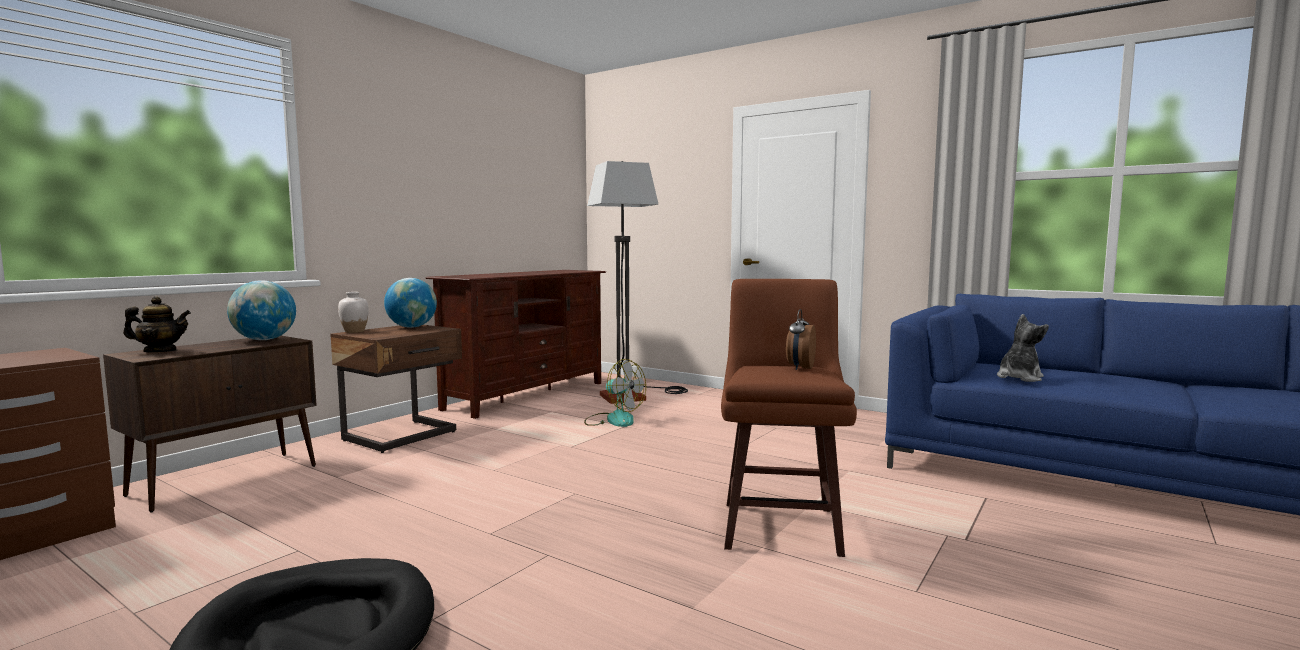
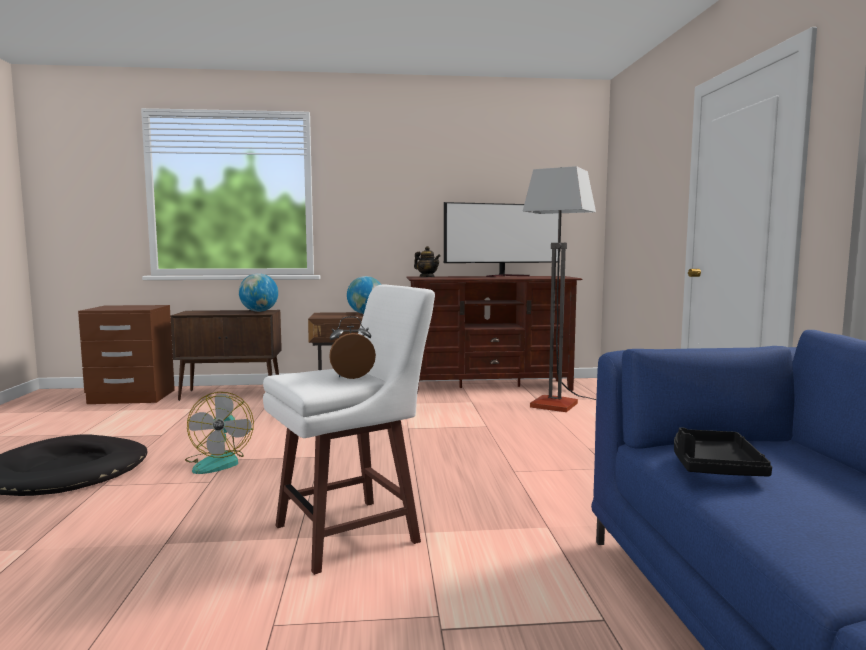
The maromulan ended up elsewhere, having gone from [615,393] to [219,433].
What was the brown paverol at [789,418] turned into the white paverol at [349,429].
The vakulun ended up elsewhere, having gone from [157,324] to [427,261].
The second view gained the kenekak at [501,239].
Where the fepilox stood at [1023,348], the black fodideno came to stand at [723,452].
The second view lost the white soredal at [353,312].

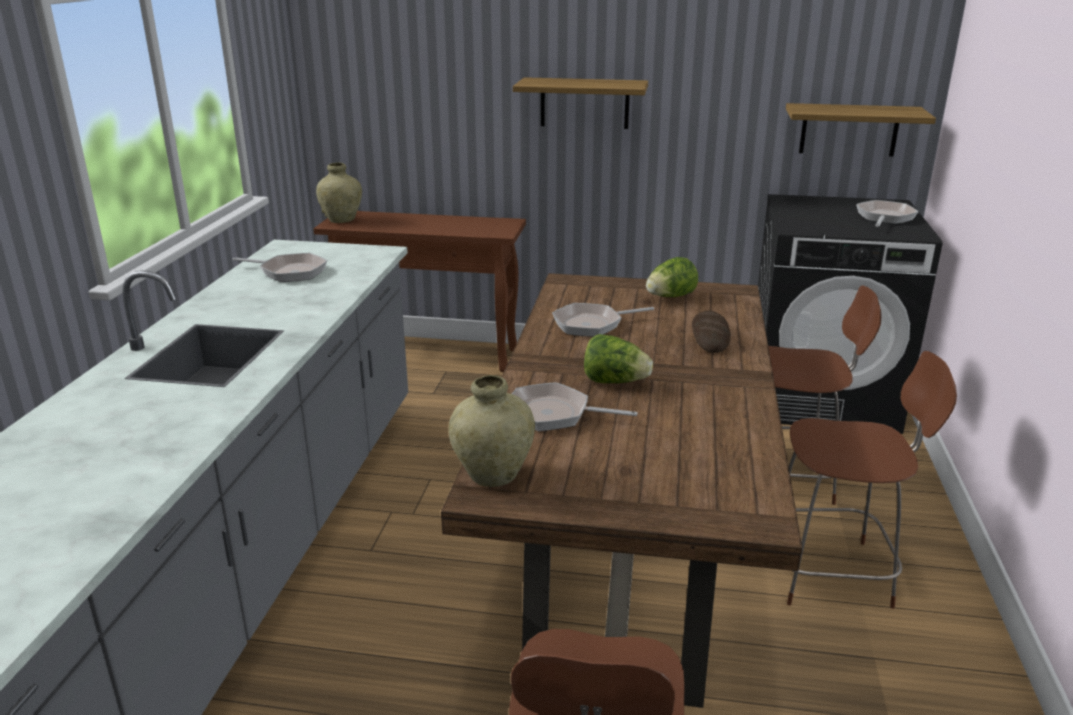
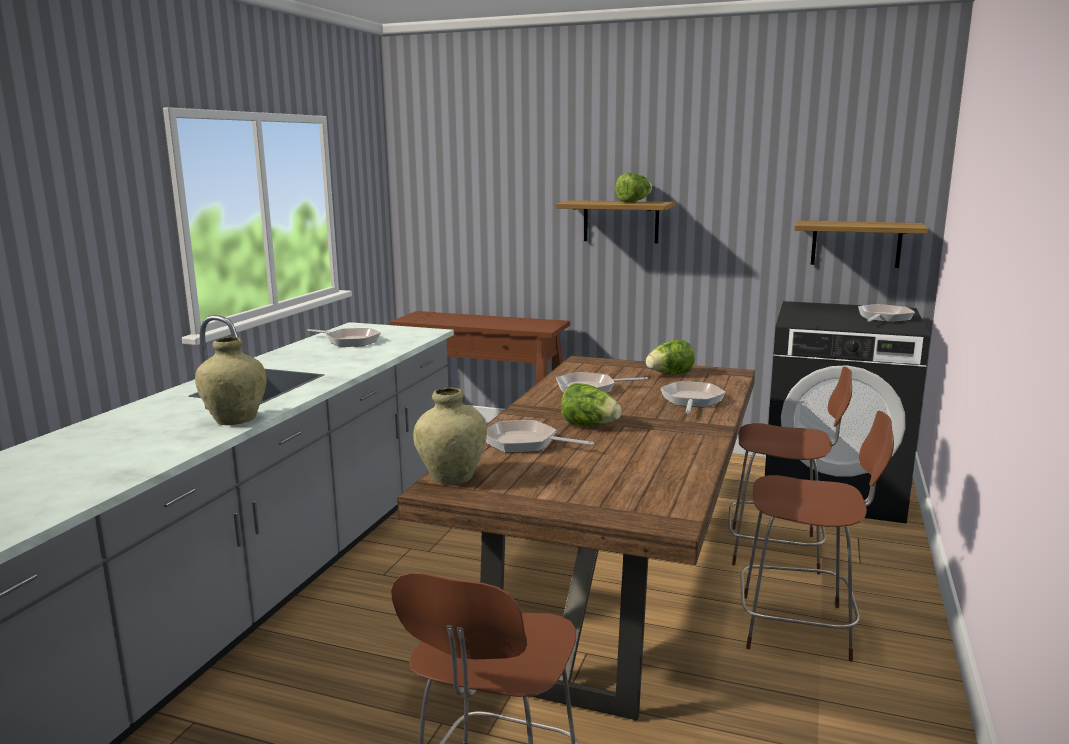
The beige soredal ended up elsewhere, having gone from [339,193] to [230,381].
The second view gained the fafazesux at [633,188].
Where the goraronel stood at [711,331], the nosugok came to stand at [693,397].

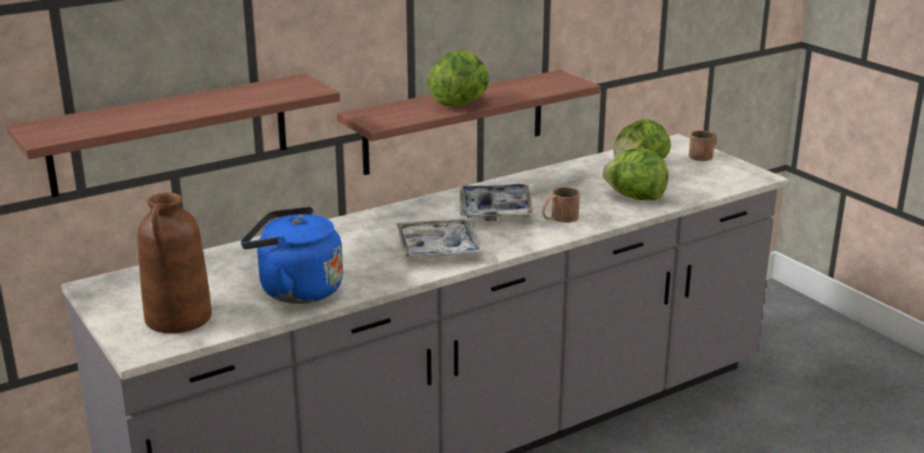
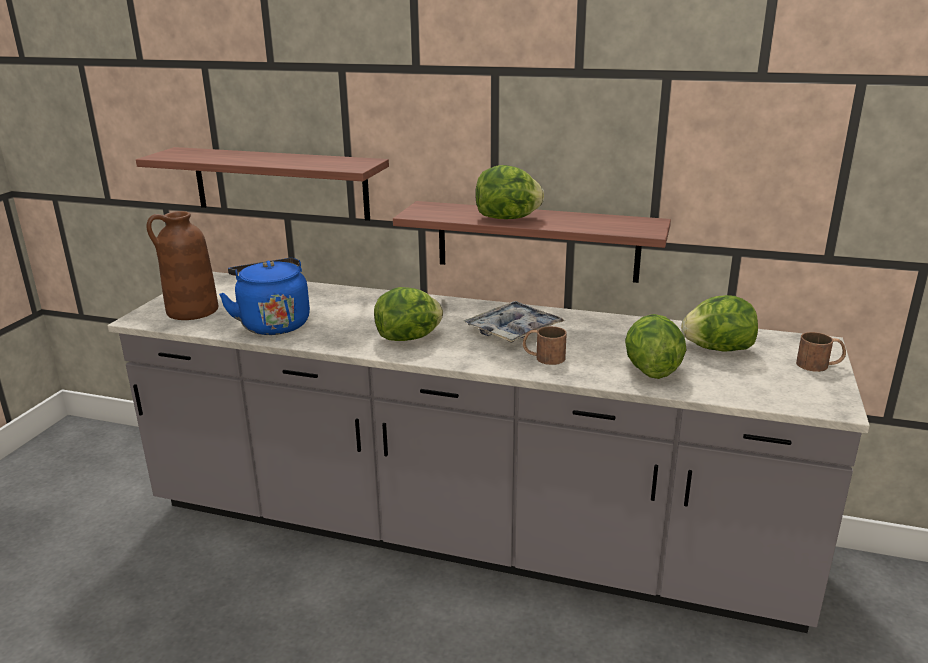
Where the fodideno stood at [440,238], the fafazesux came to stand at [408,314].

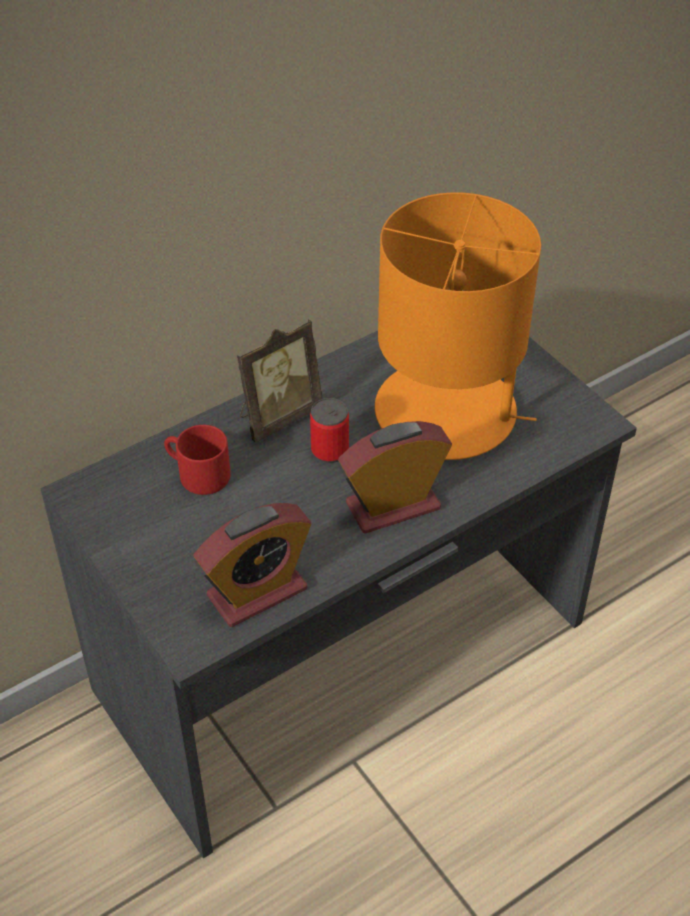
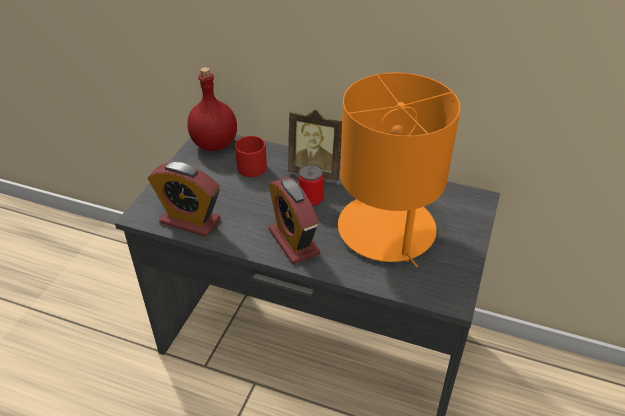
The second view gained the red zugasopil at [212,109].
The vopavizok at [395,477] ended up facing another way, 150 degrees counterclockwise from before.

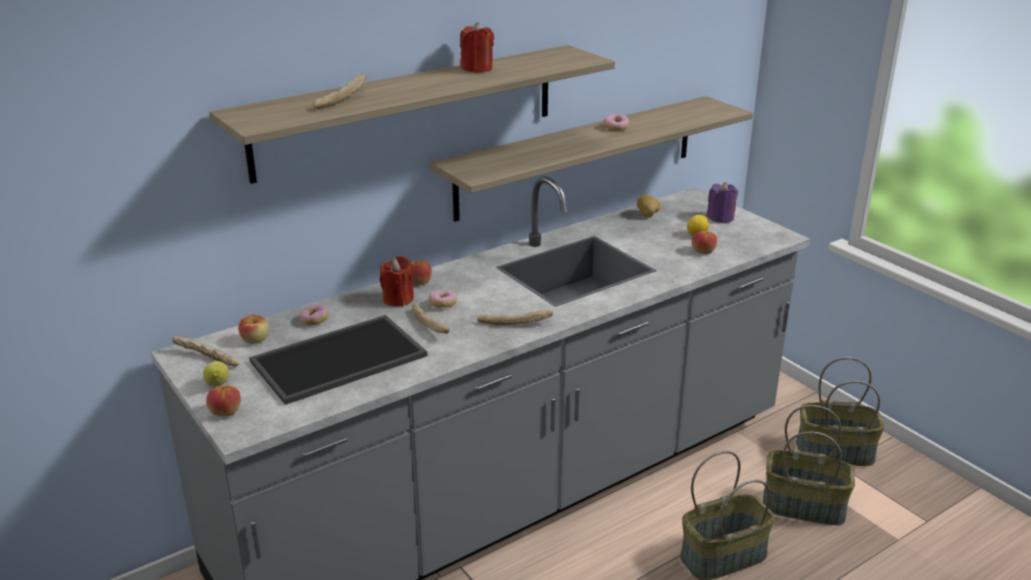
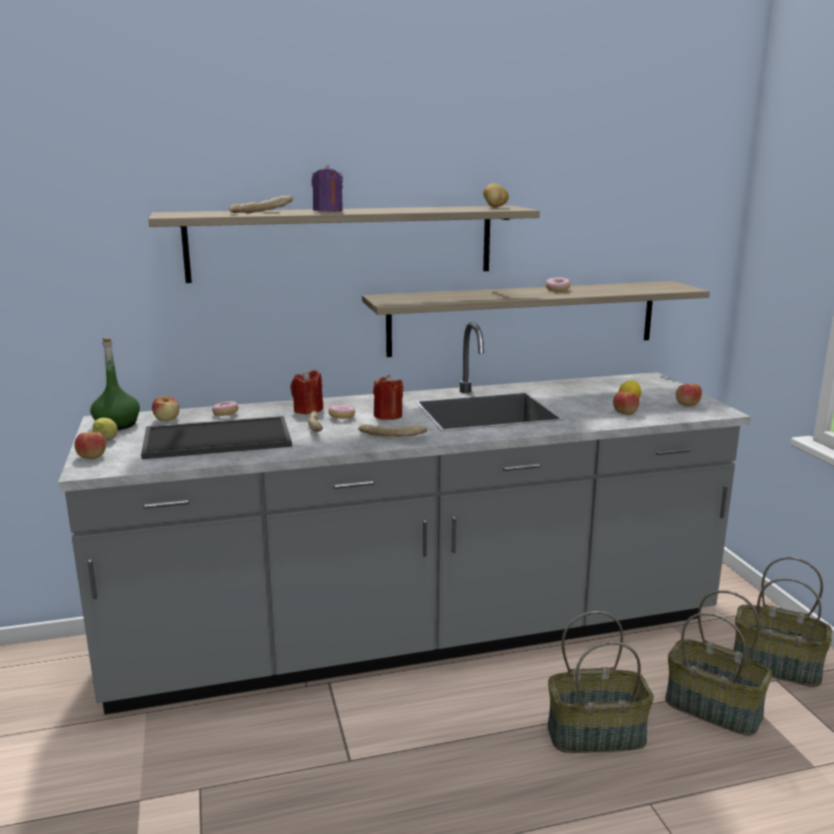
Where the goraronel stood at [205,351], the green zugasopil came to stand at [115,384].
The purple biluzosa ended up elsewhere, having gone from [722,202] to [327,188].
The red biluzosa ended up elsewhere, having gone from [477,47] to [388,397].
The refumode ended up elsewhere, having gone from [648,205] to [496,195].
The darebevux ended up elsewhere, having gone from [421,273] to [689,394].

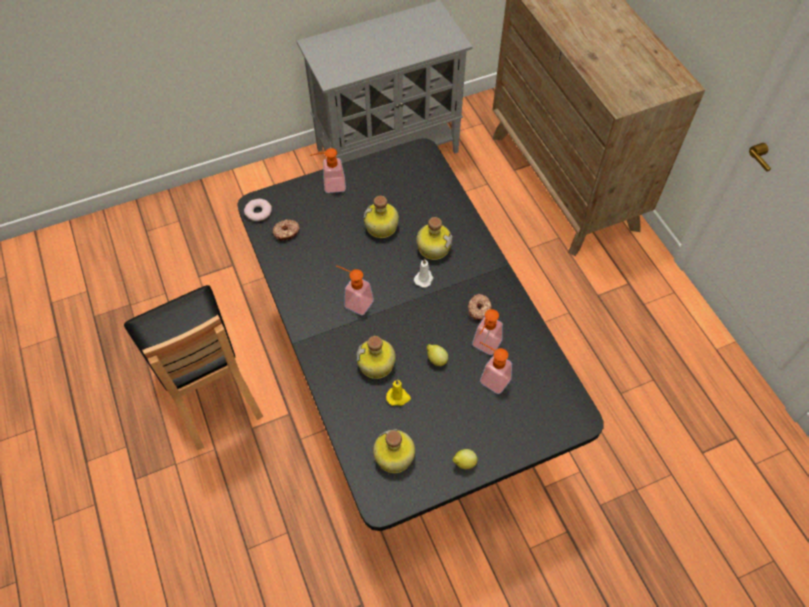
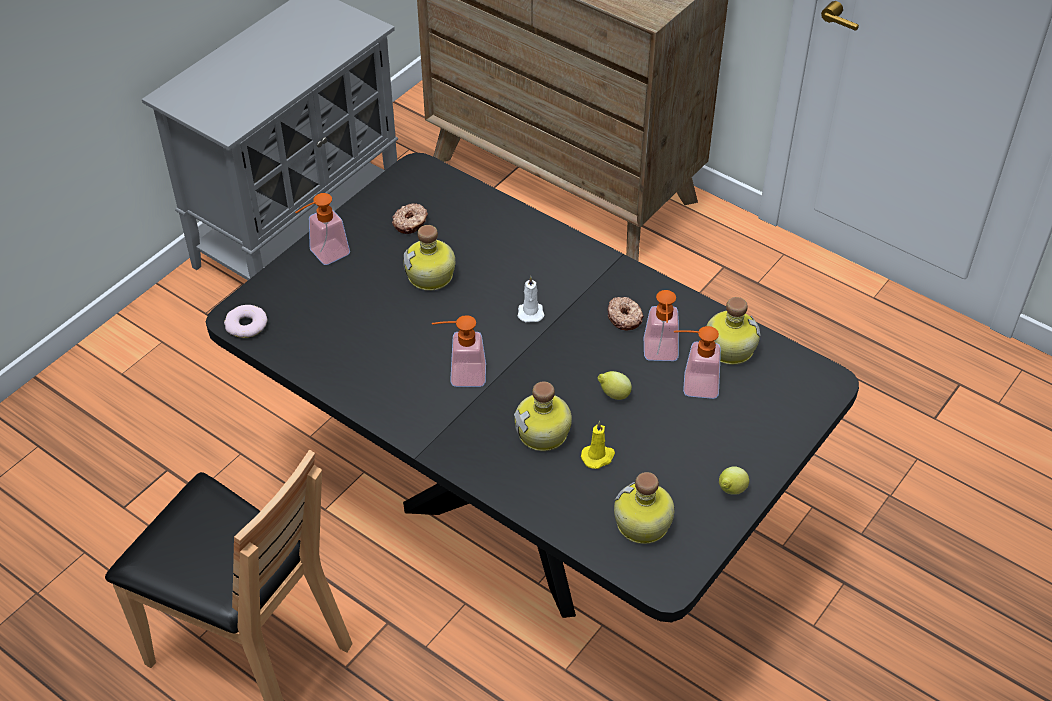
The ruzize ended up elsewhere, having gone from [286,230] to [410,218].
The zugasopil ended up elsewhere, having gone from [434,238] to [734,331].

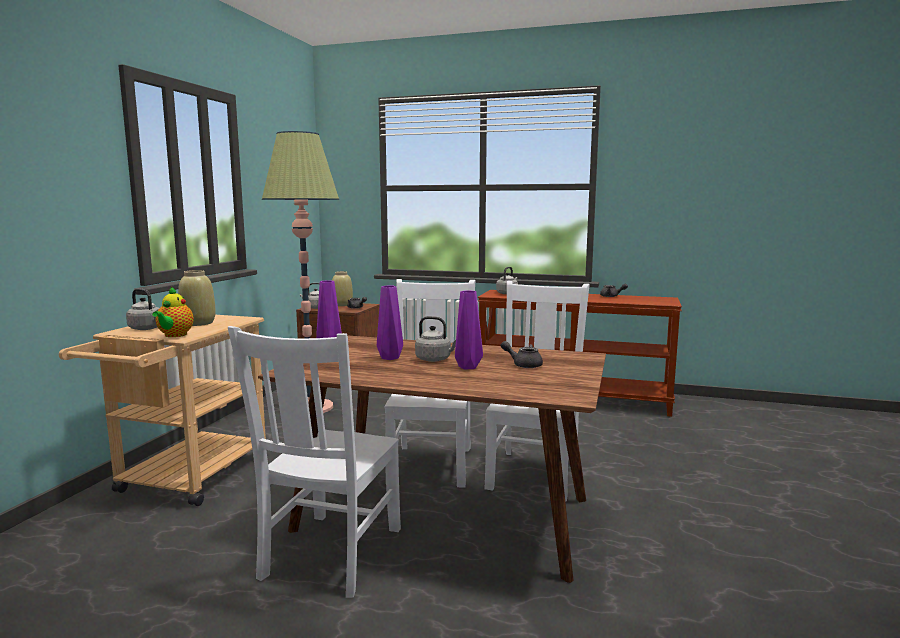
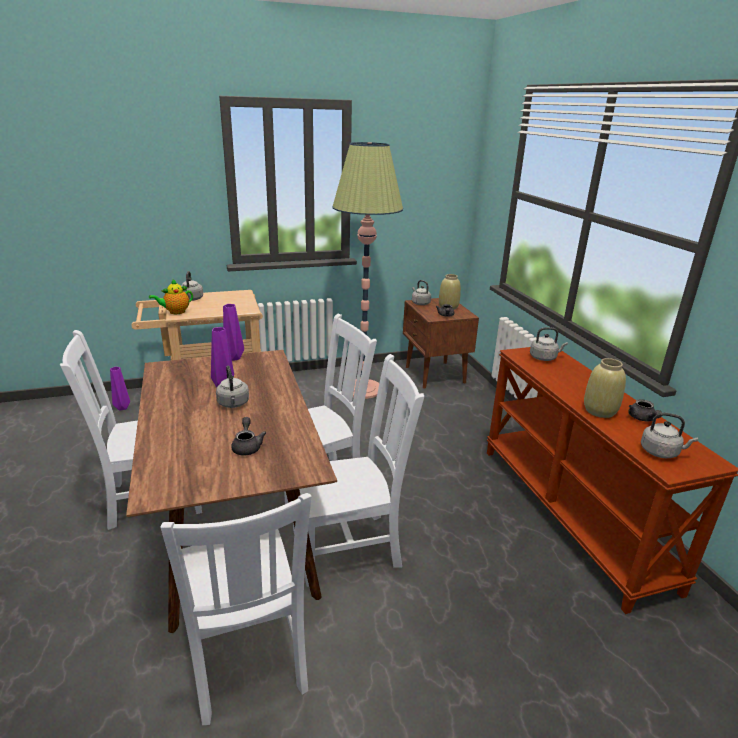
The purple soredal ended up elsewhere, having gone from [469,329] to [120,389].
The second view gained the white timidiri at [236,609].
The beige soredal ended up elsewhere, having gone from [197,298] to [605,388].
The second view gained the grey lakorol at [669,435].

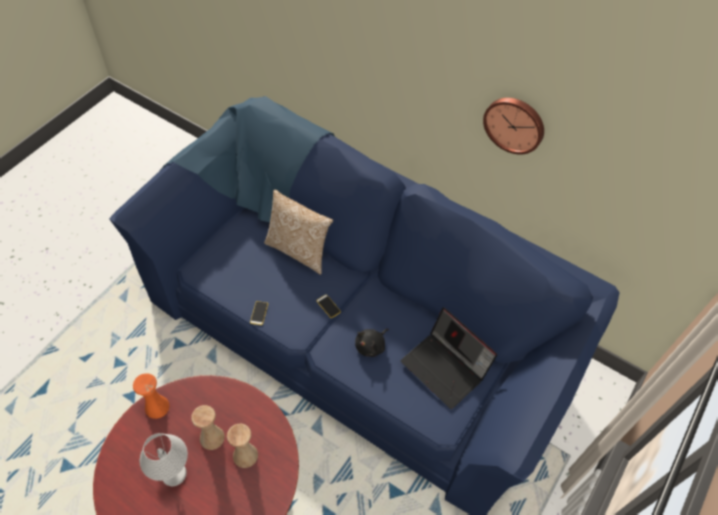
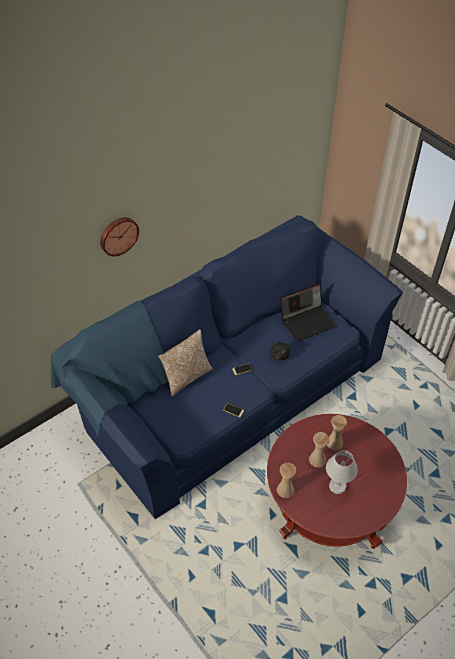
The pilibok ended up elsewhere, having gone from [513,126] to [119,236].
What was the orange soredal at [151,396] turned into the beige soredal at [286,480].

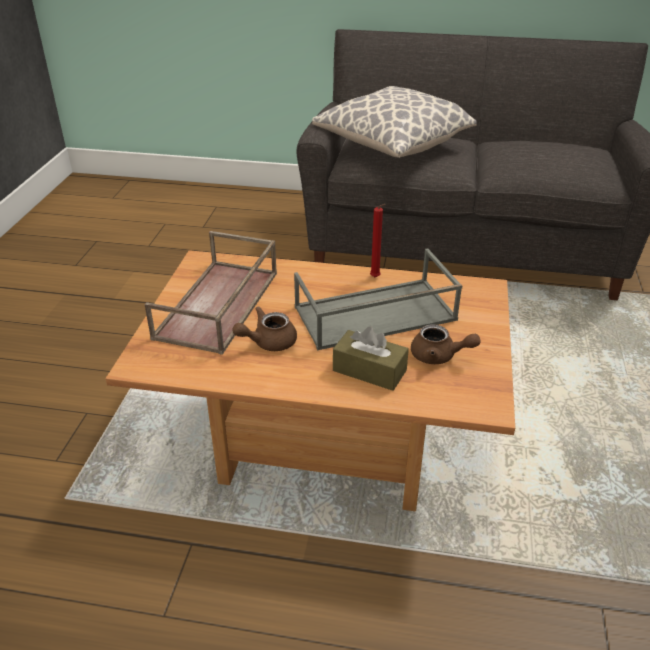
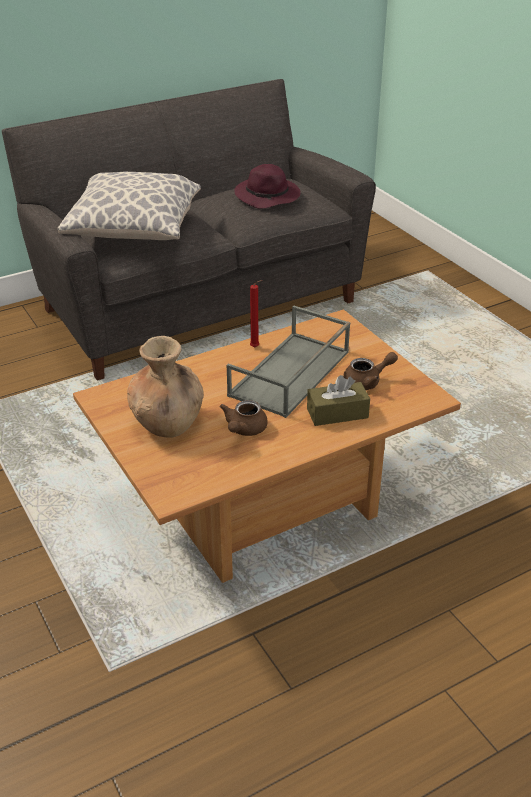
Where the brown fodideno stood at [210,293], the brown soredal came to stand at [165,387].
The second view gained the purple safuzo at [267,186].

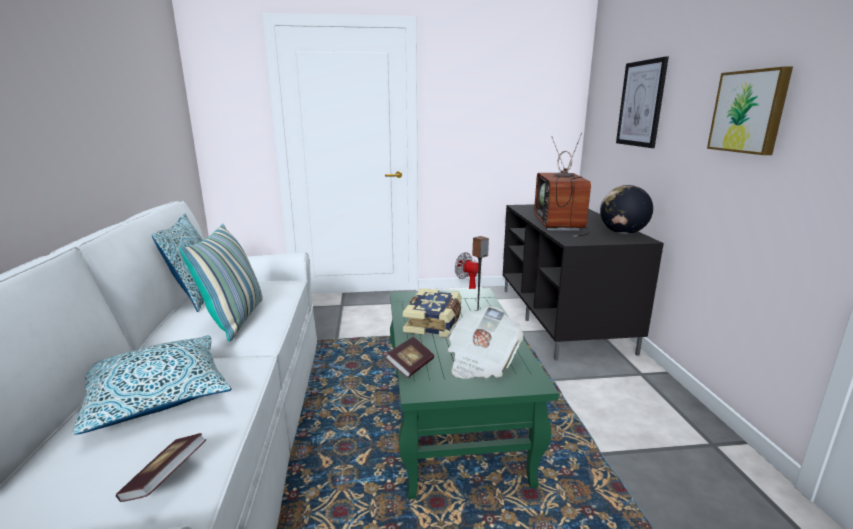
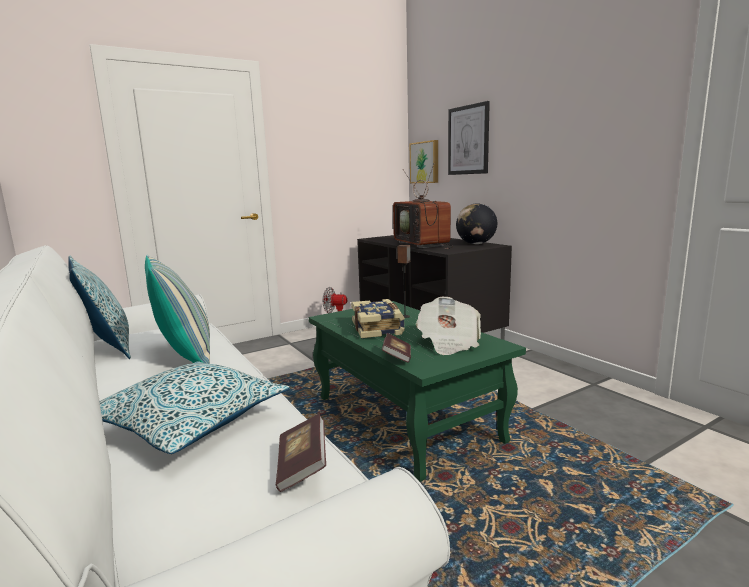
The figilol ended up elsewhere, having gone from [750,111] to [424,161].

